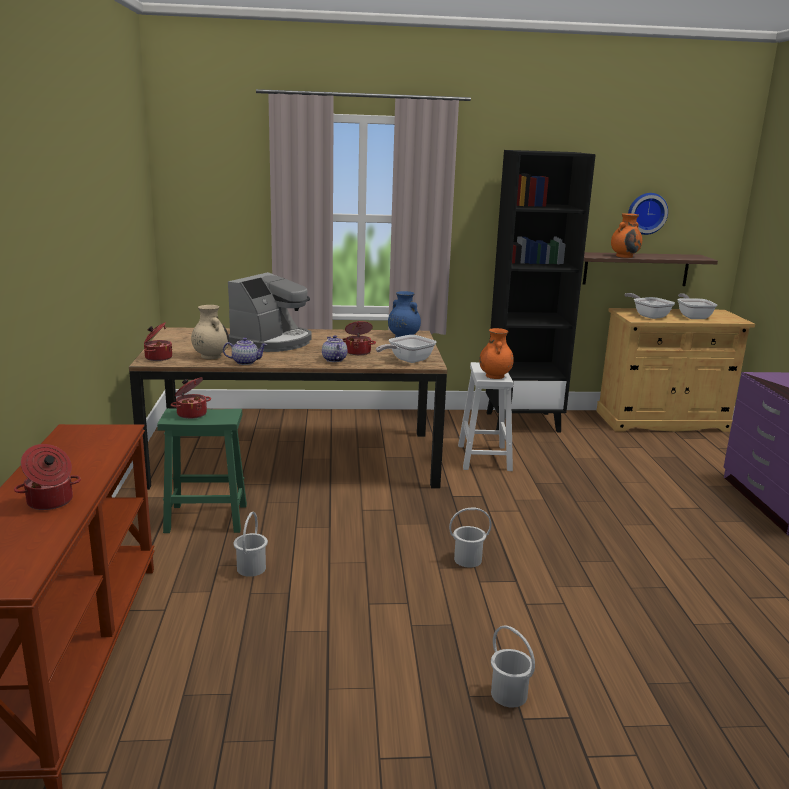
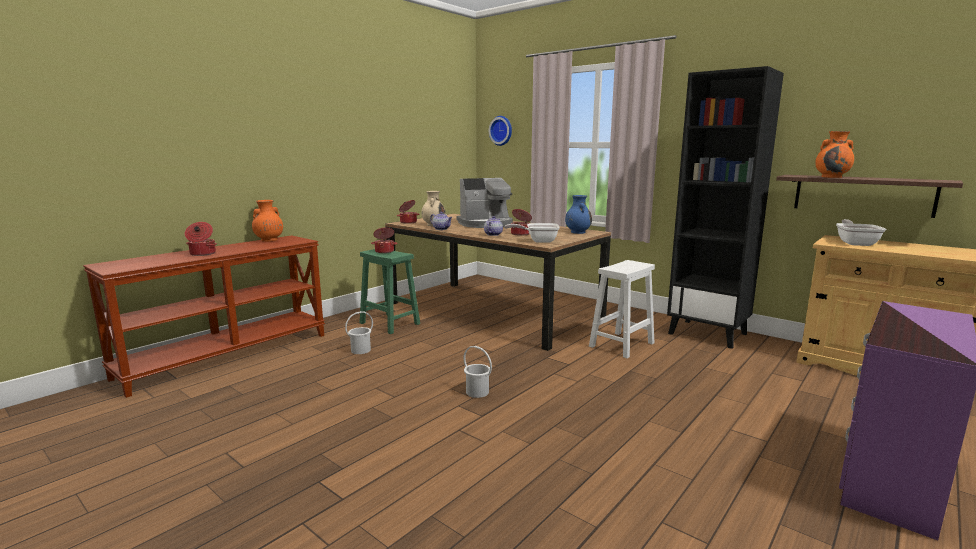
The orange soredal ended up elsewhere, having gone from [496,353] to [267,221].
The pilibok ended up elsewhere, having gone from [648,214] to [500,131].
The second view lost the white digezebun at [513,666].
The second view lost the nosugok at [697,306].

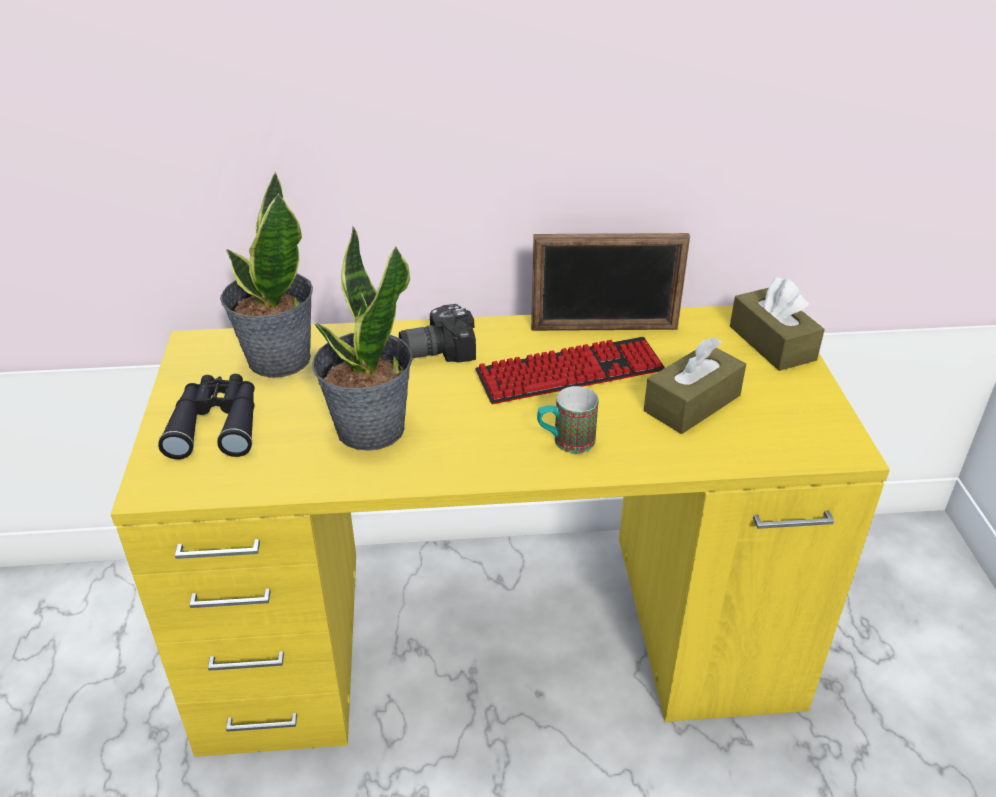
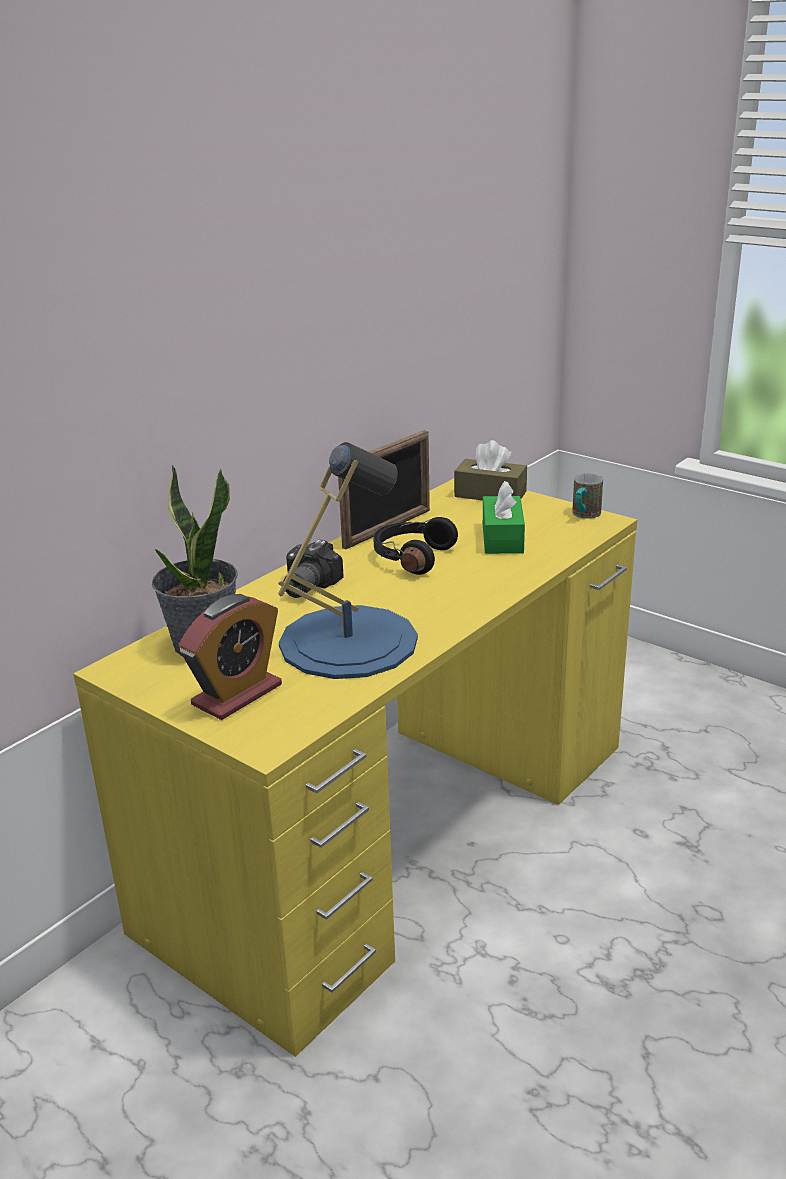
Where the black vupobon stood at [206,416], the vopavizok came to stand at [230,657].
Where the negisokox stood at [362,338], the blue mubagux came to stand at [348,560].
Where the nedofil stood at [570,370], the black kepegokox came to stand at [415,546].
What was the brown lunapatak at [695,385] turned into the green lunapatak at [504,517].
The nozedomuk ended up elsewhere, having gone from [568,419] to [587,496].

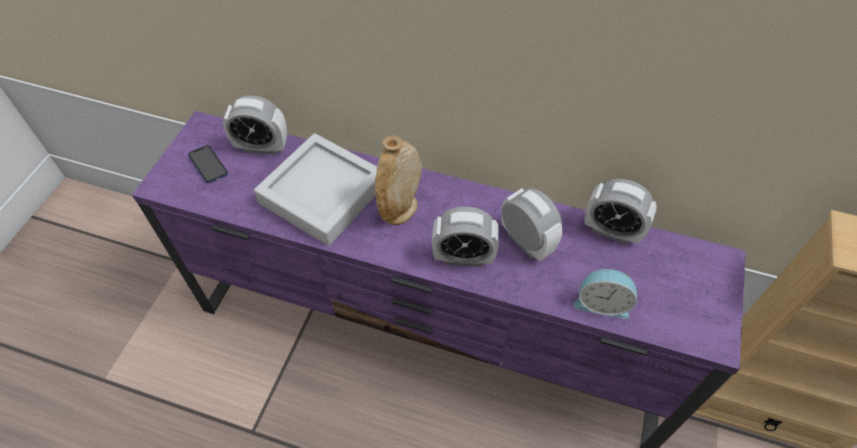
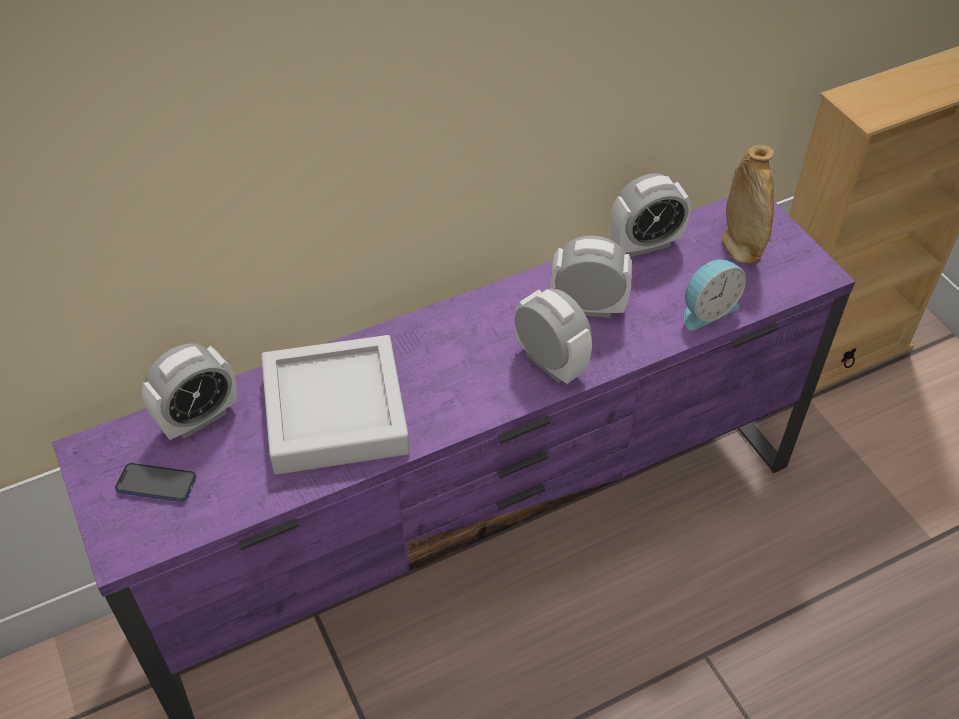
The vopavizok at [465,237] ended up facing another way, 90 degrees counterclockwise from before.
The beige soredal ended up elsewhere, having gone from [398,180] to [747,204].

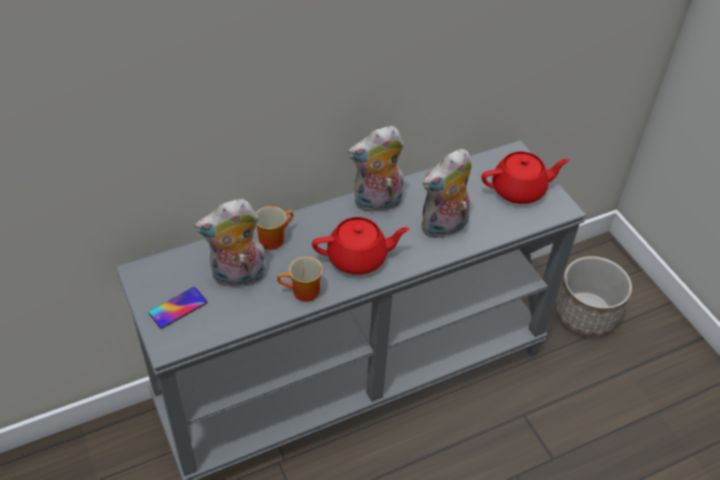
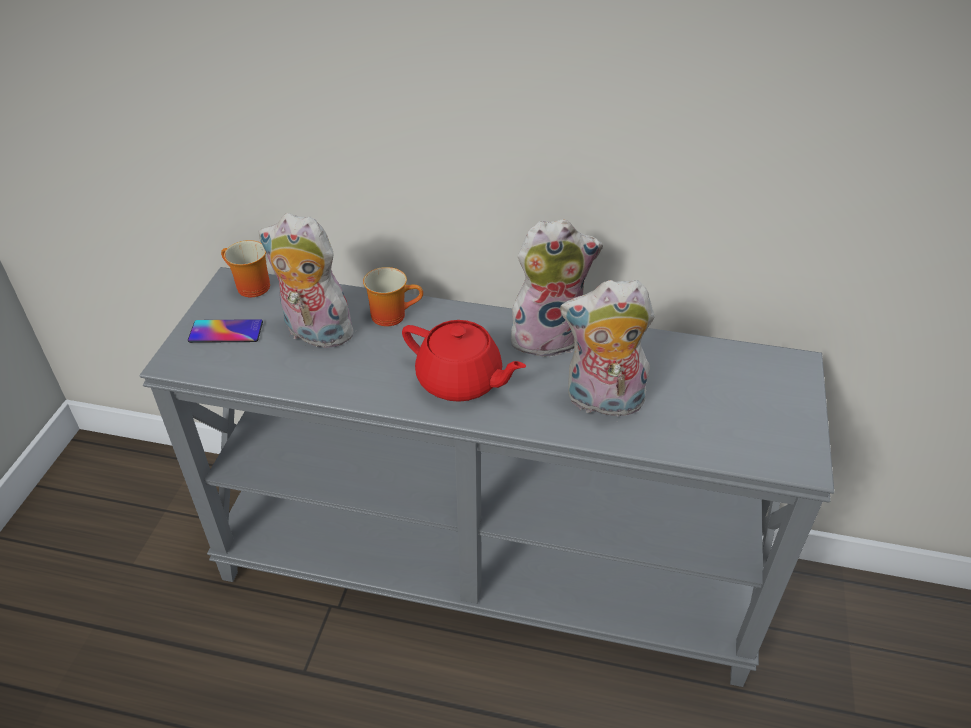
The nozedomuk ended up elsewhere, having gone from [300,279] to [245,268].
The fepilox at [376,169] ended up facing another way, 150 degrees clockwise from before.
The second view lost the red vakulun at [525,177].
The second view lost the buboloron at [593,297].

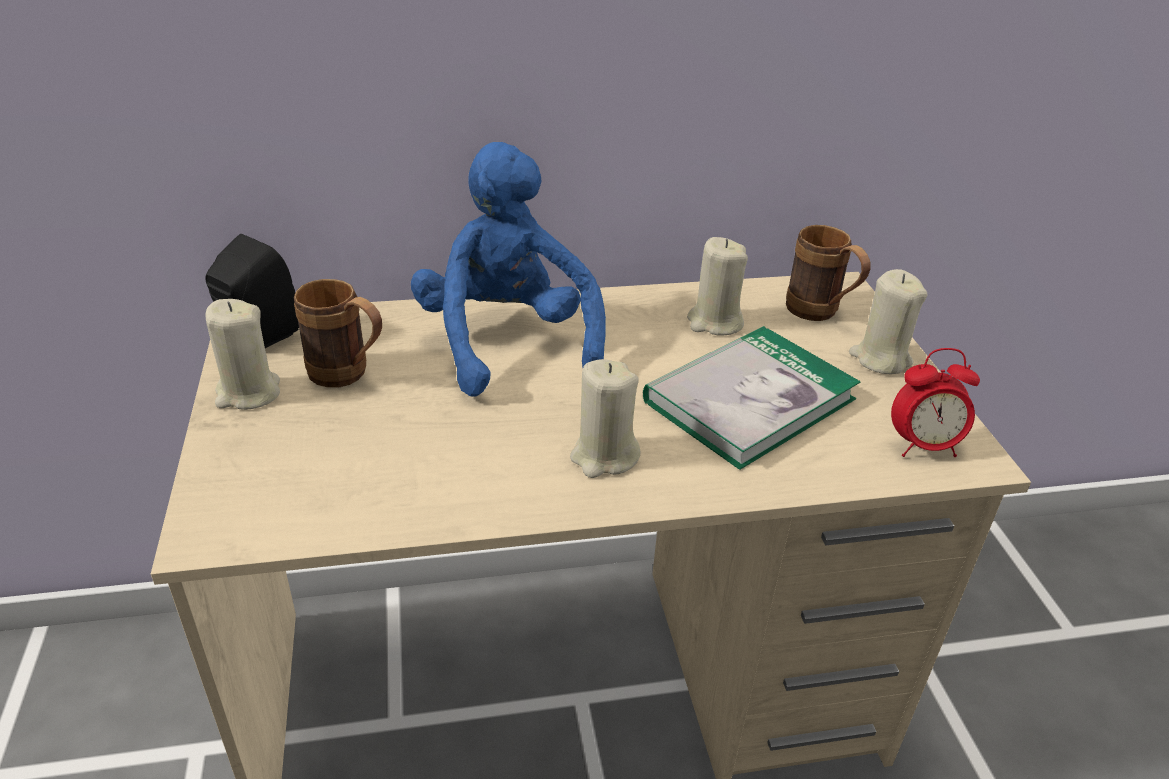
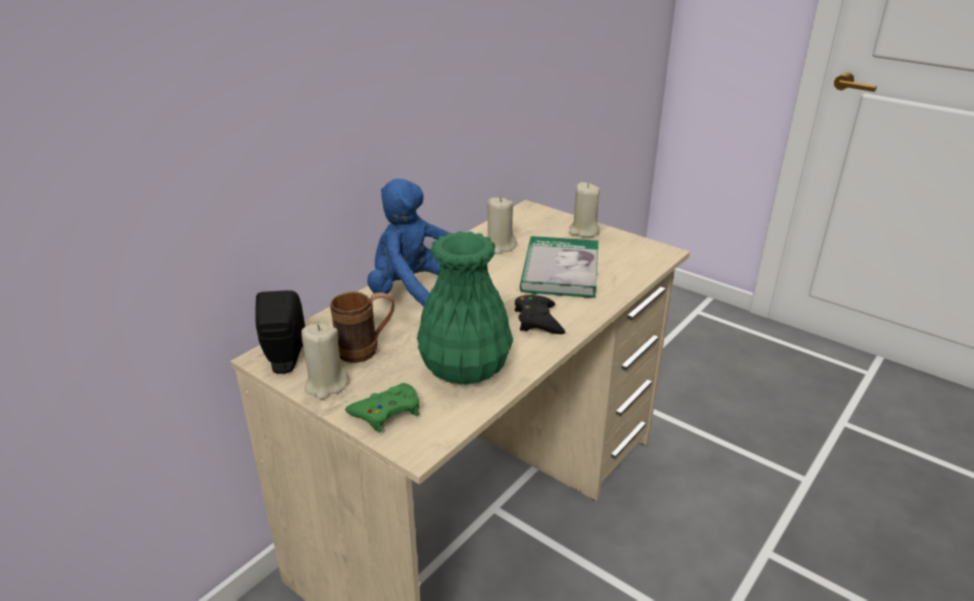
The second view gained the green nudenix at [382,408].
The second view gained the green soredal at [465,308].
Where the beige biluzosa stood at [605,418], the black nudenix came to stand at [540,314].
The second view lost the brown nozedomuk at [828,273].
The second view lost the vopavizok at [935,402].

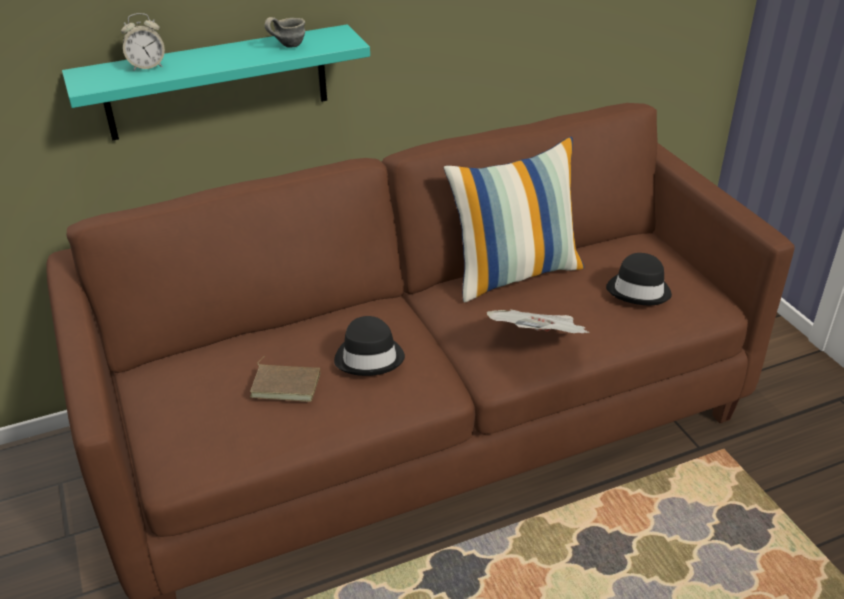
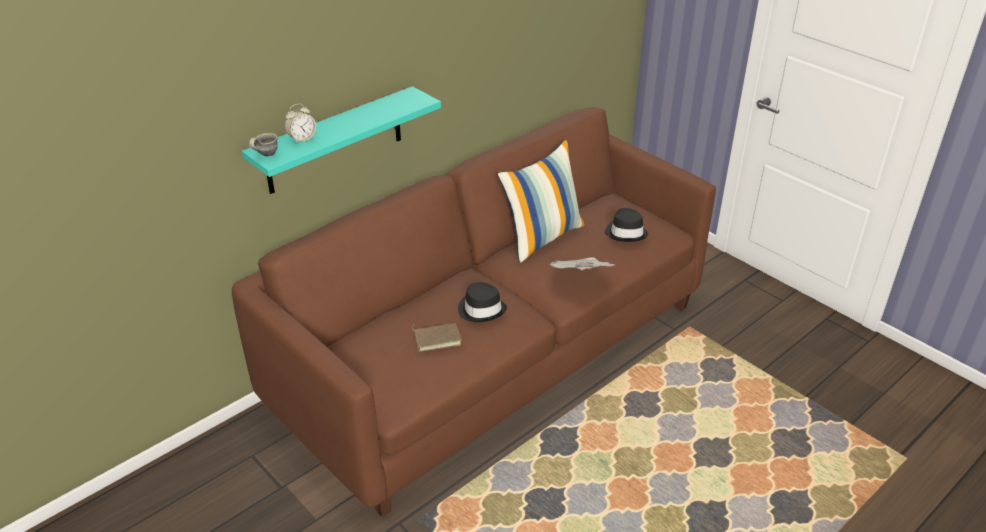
The grey nozedomuk ended up elsewhere, having gone from [284,32] to [263,144].

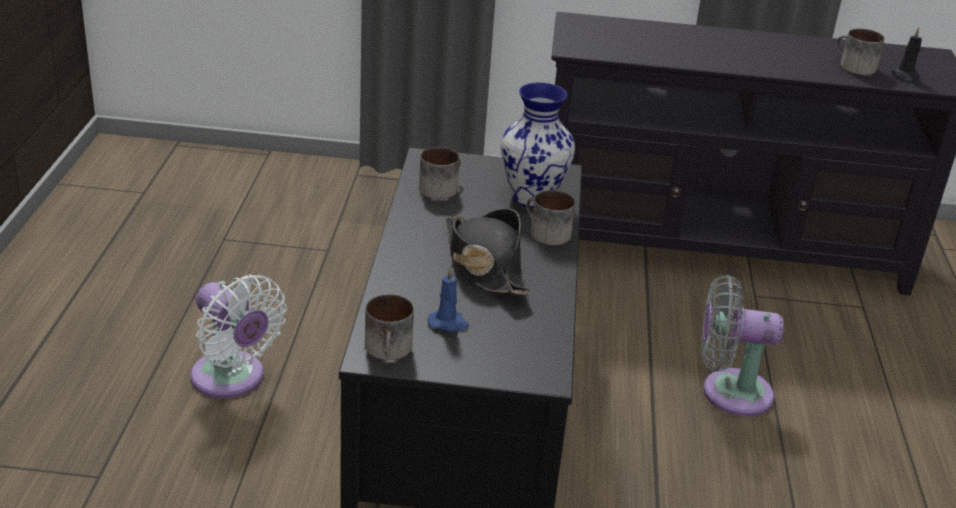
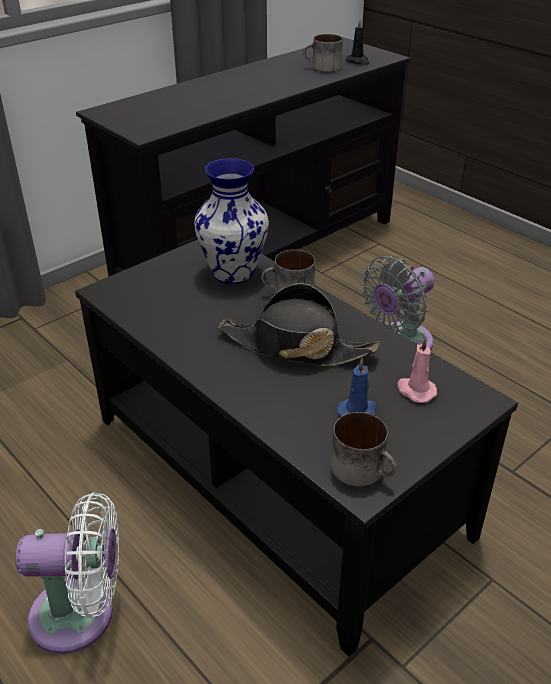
The second view gained the pink biluzosa at [417,370].
The second view lost the nozedomuk at [440,173].

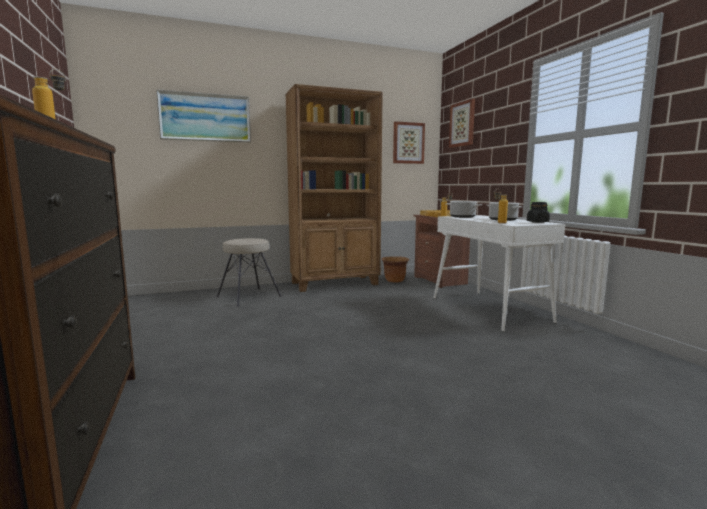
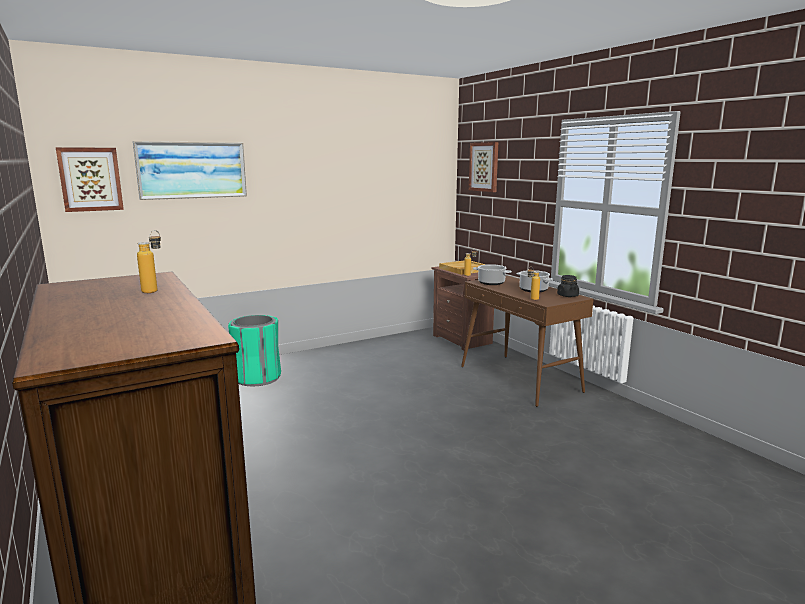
The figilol ended up elsewhere, having gone from [409,142] to [90,179].
Where the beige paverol stood at [249,272], the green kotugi came to stand at [254,351].
What was the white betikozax at [499,273] turned into the brown betikozax at [527,341].
The second view lost the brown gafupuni at [334,188].
The second view lost the brown buboloron at [395,269].

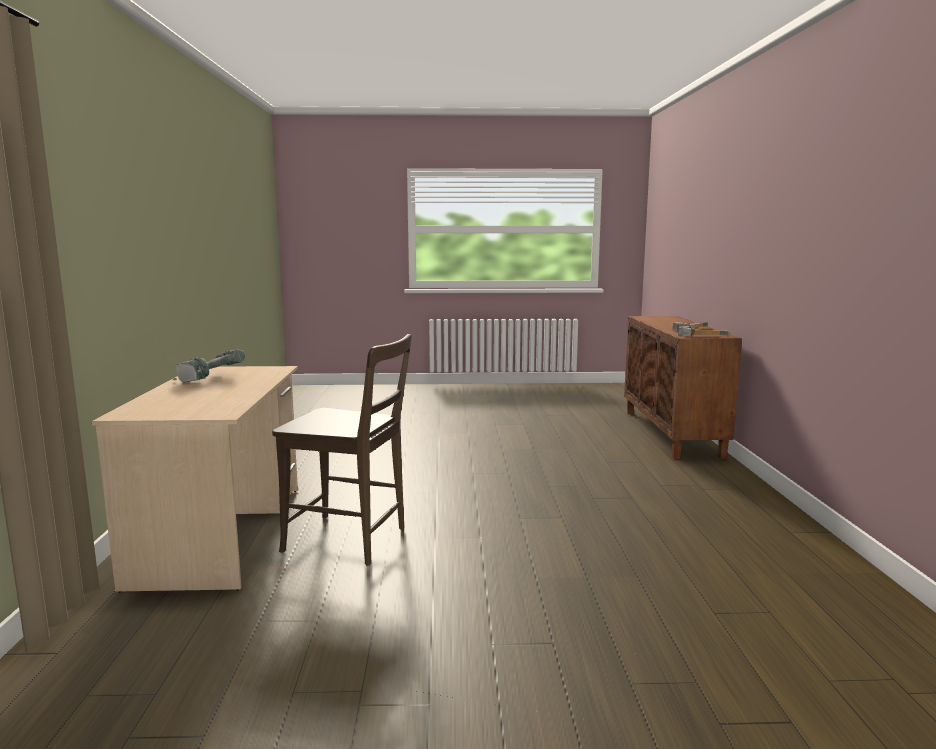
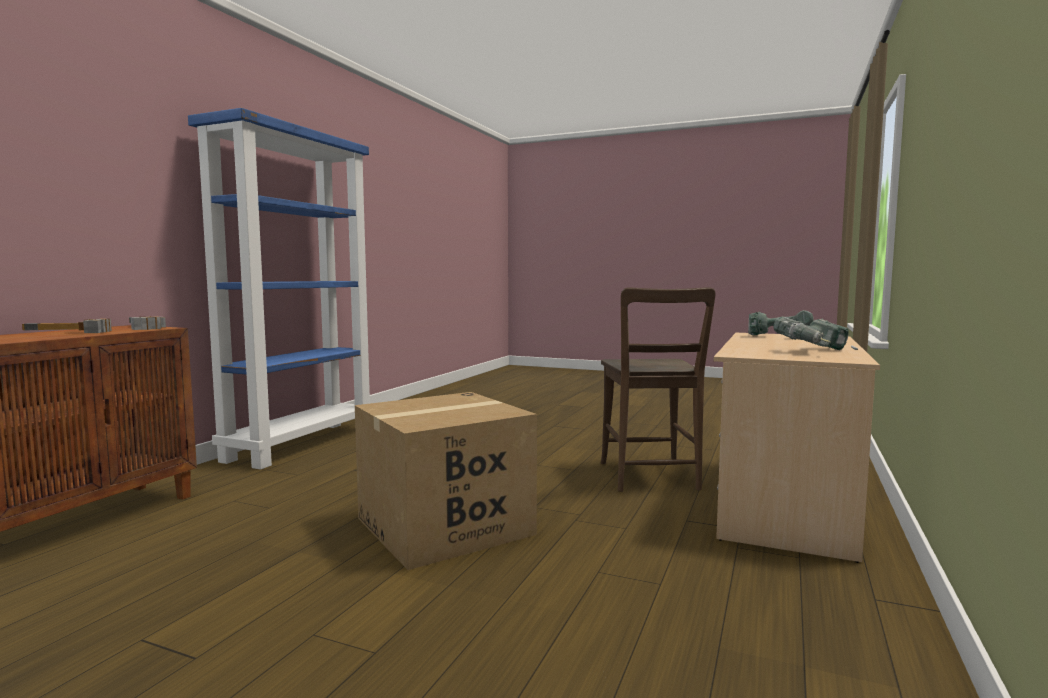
The second view gained the blue gafupuni at [279,289].
The second view gained the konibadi at [446,481].
The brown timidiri at [342,449] ended up facing another way, 135 degrees counterclockwise from before.
The second view gained the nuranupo at [781,322].

